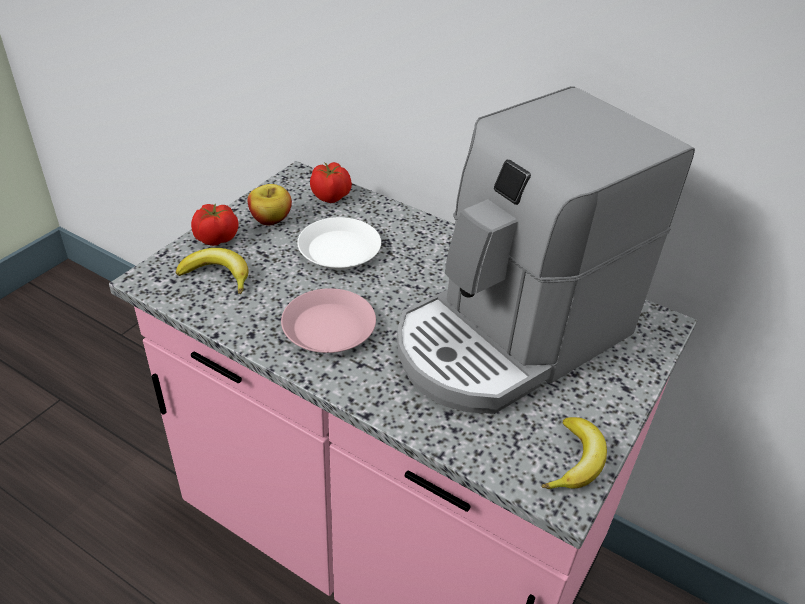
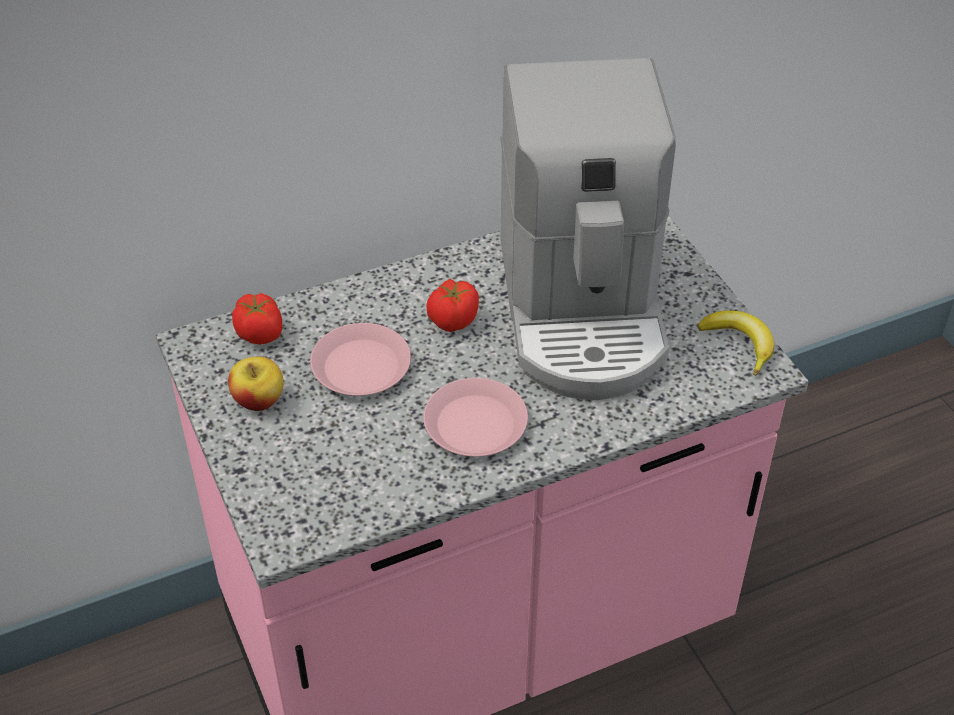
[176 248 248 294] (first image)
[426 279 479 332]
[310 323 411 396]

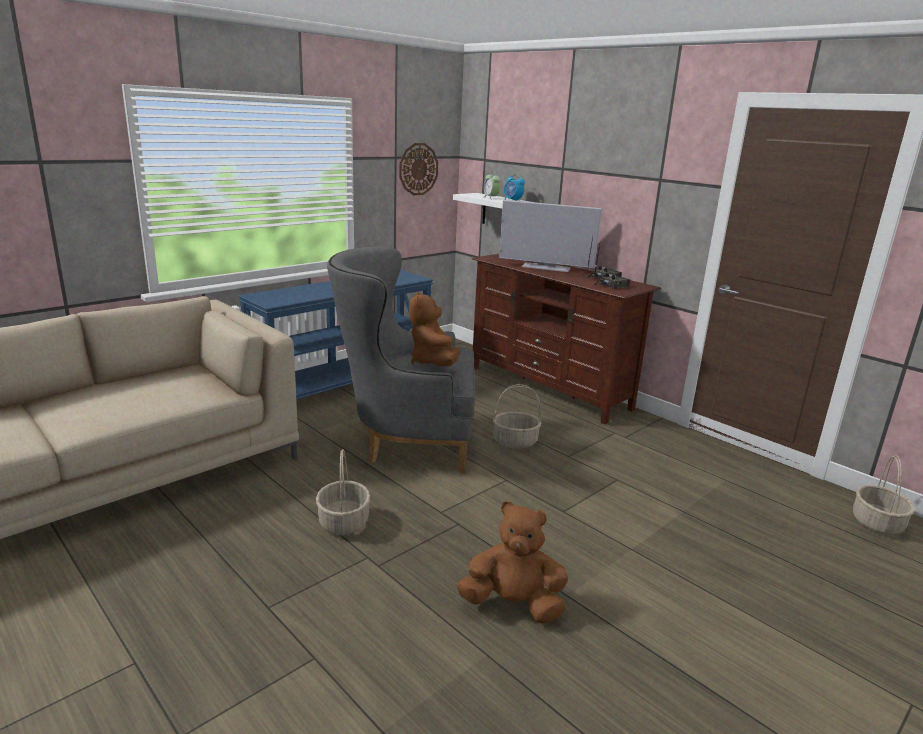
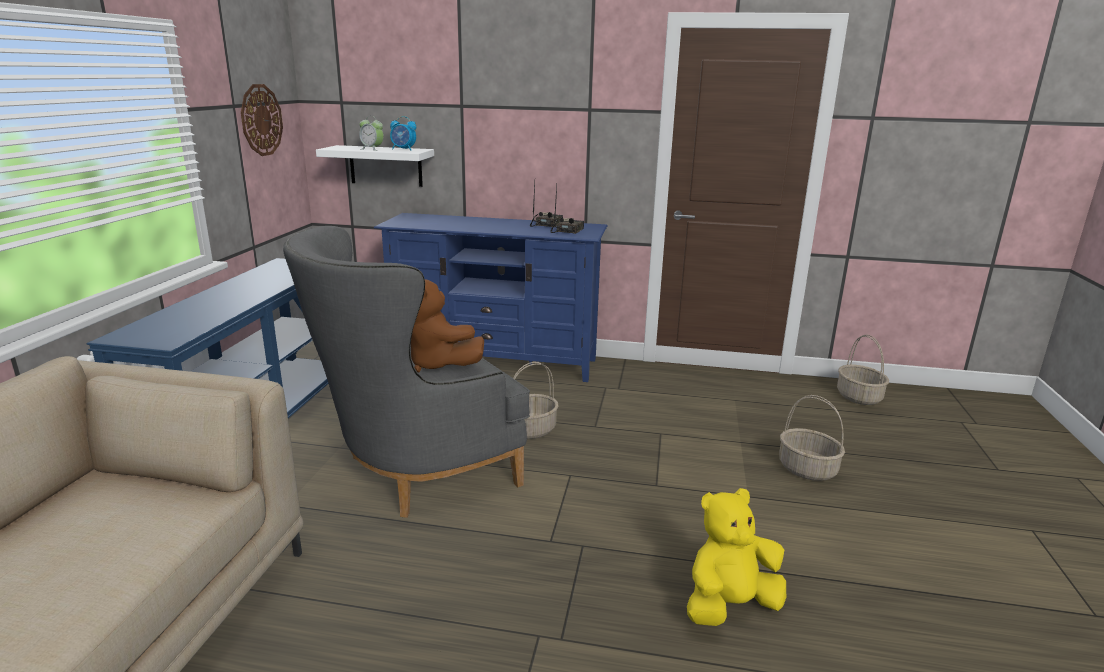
[779 395 845 481]
[687 488 786 626]
[374 213 608 382]
[499 200 602 272] (first image)

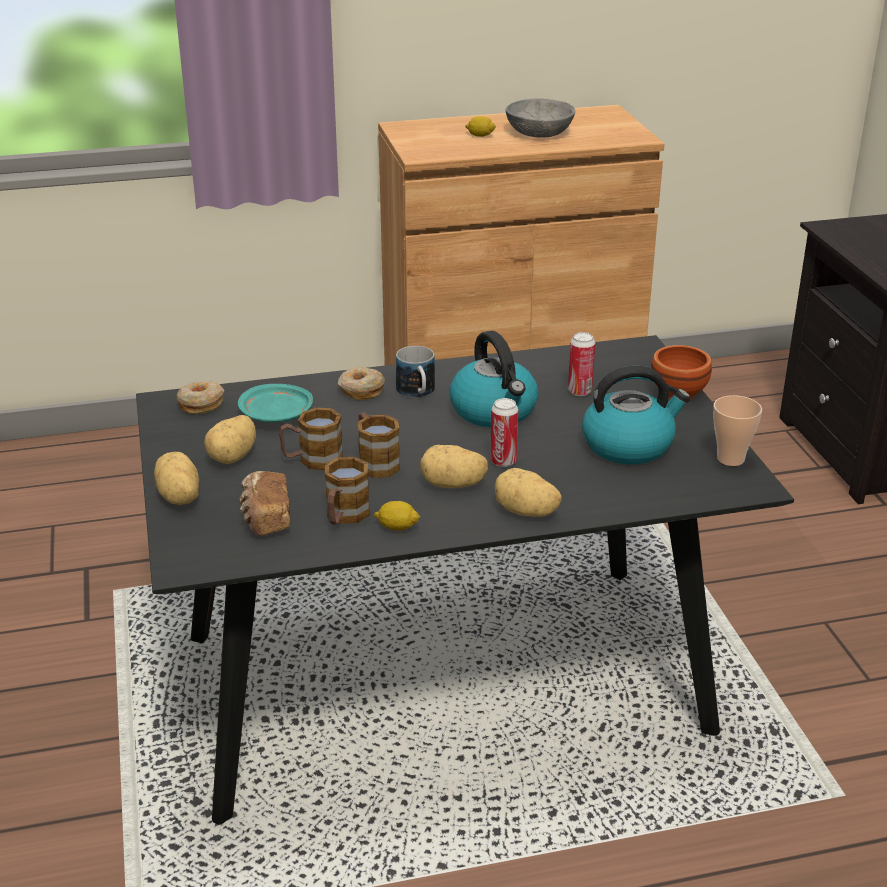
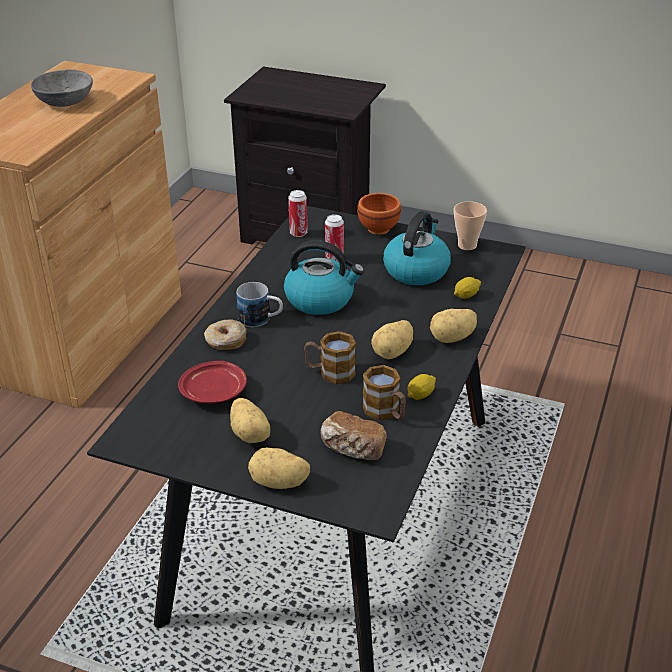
[176 381 224 415] (first image)
[178 361 247 404]
[279 407 343 470] (first image)
[454 277 481 299]
[288 190 308 237]

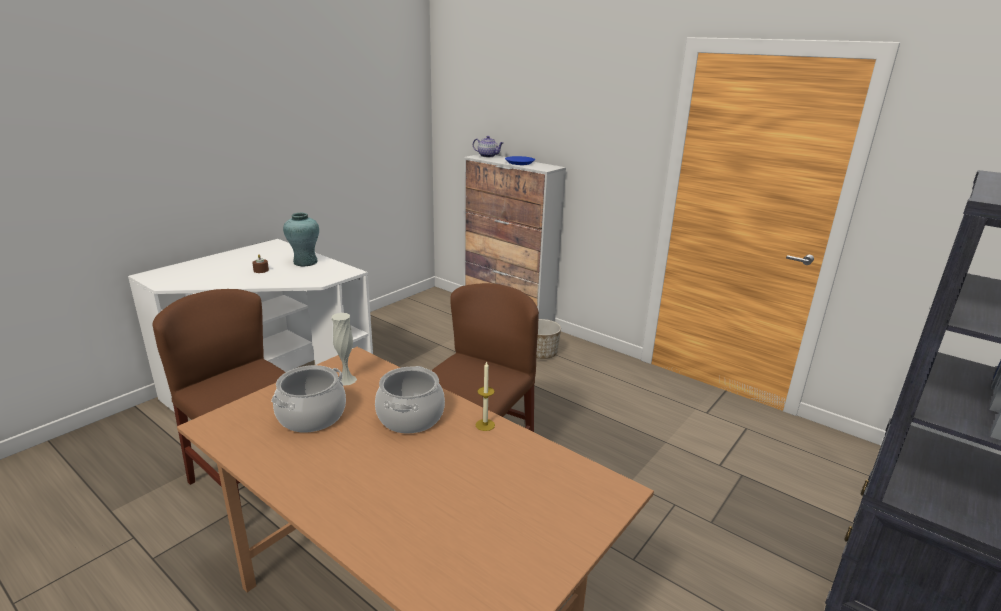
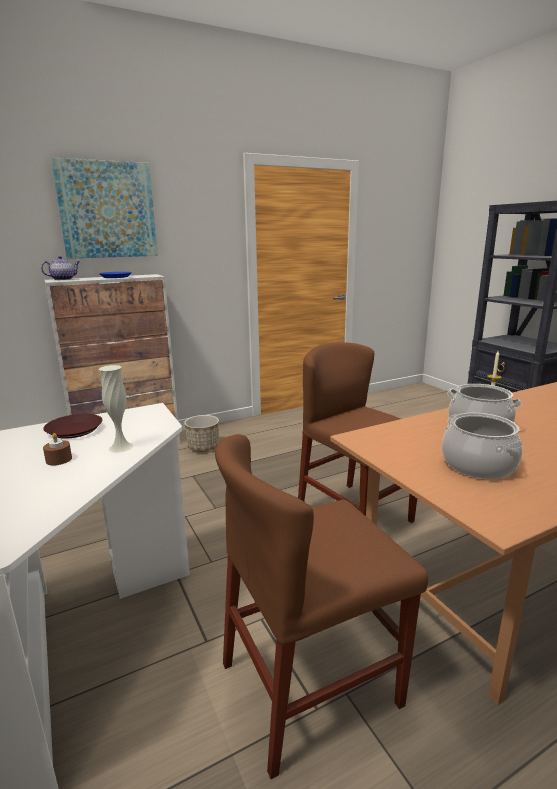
[43 414 102 439]
[99 365 133 453]
[51 157 158 259]

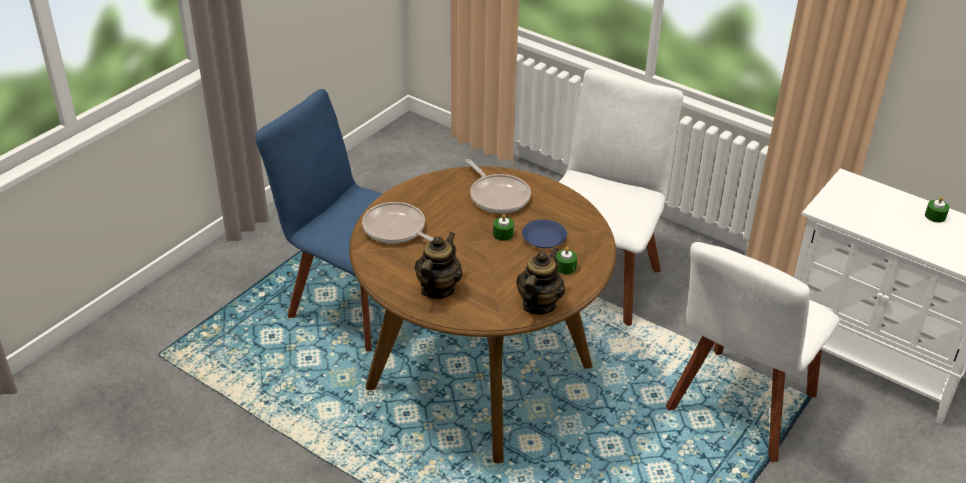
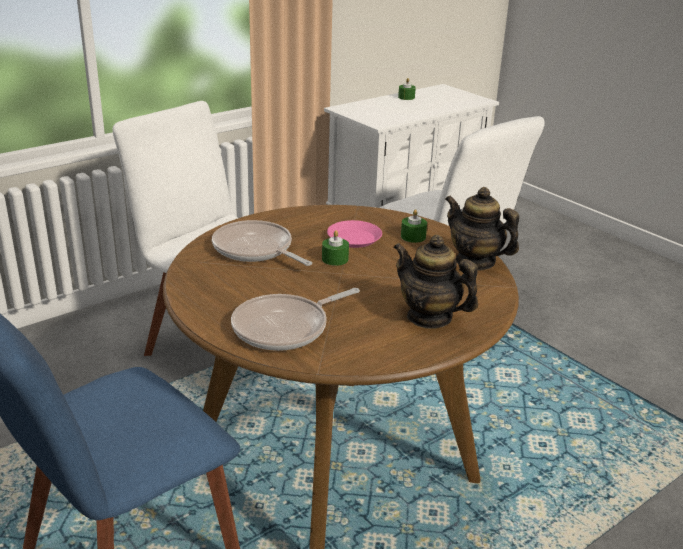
[212 220 312 266]
[327 220 382 248]

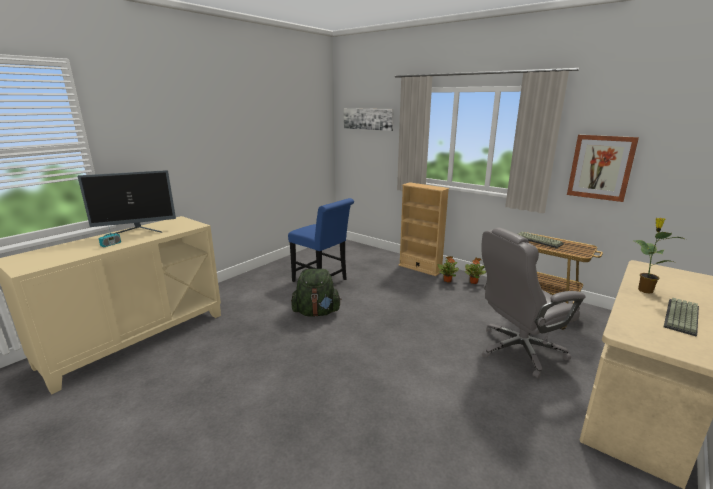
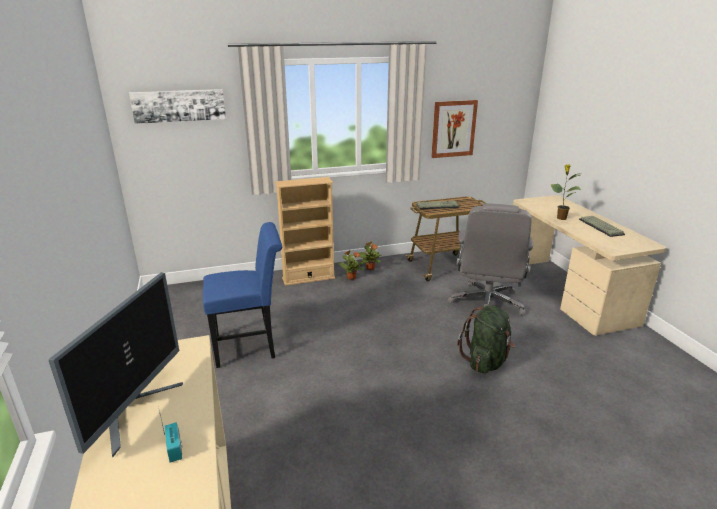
[457 305 515 373]

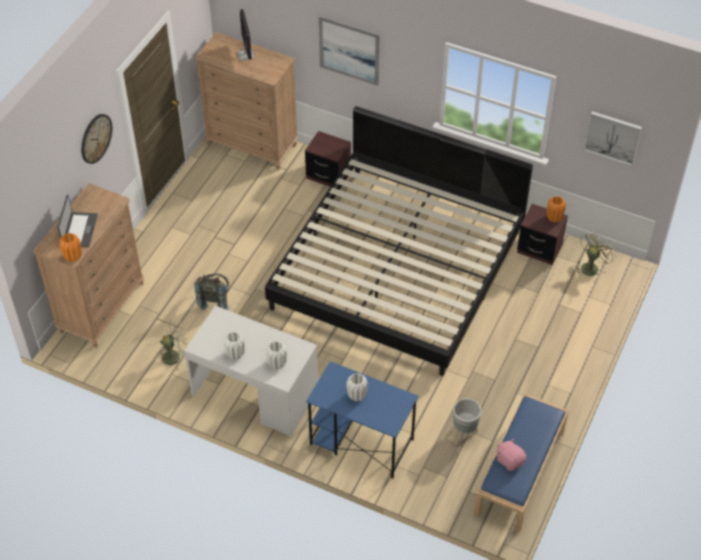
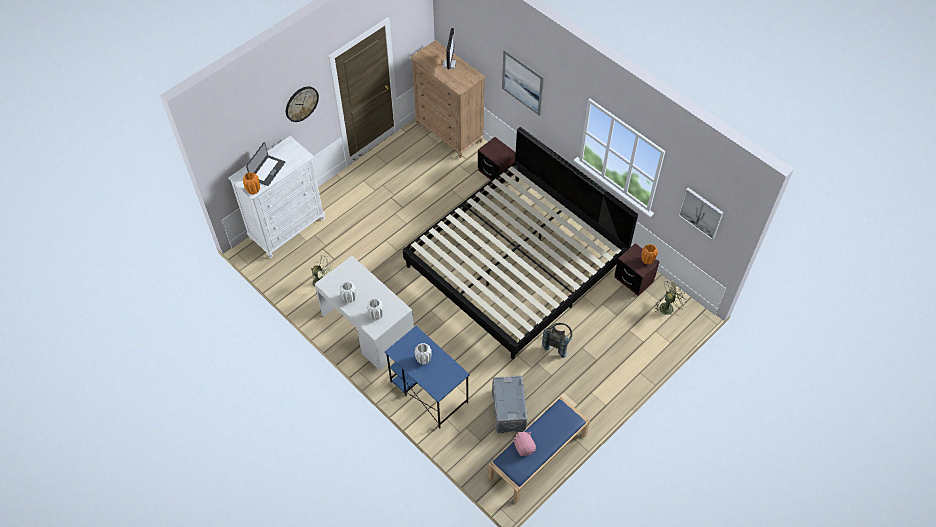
[228 136 325 258]
[542 323 573 358]
[492 375 528 433]

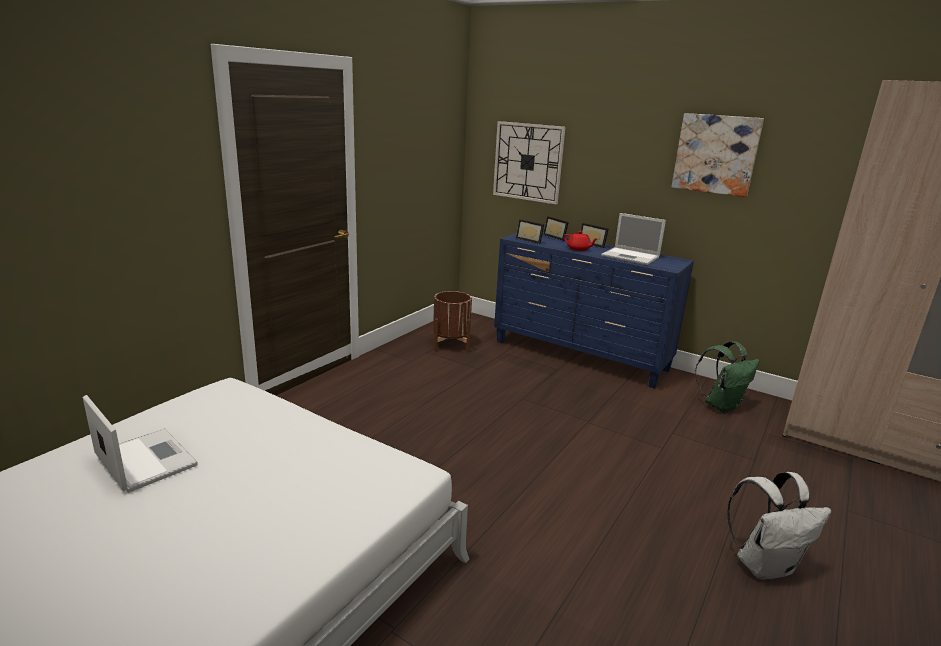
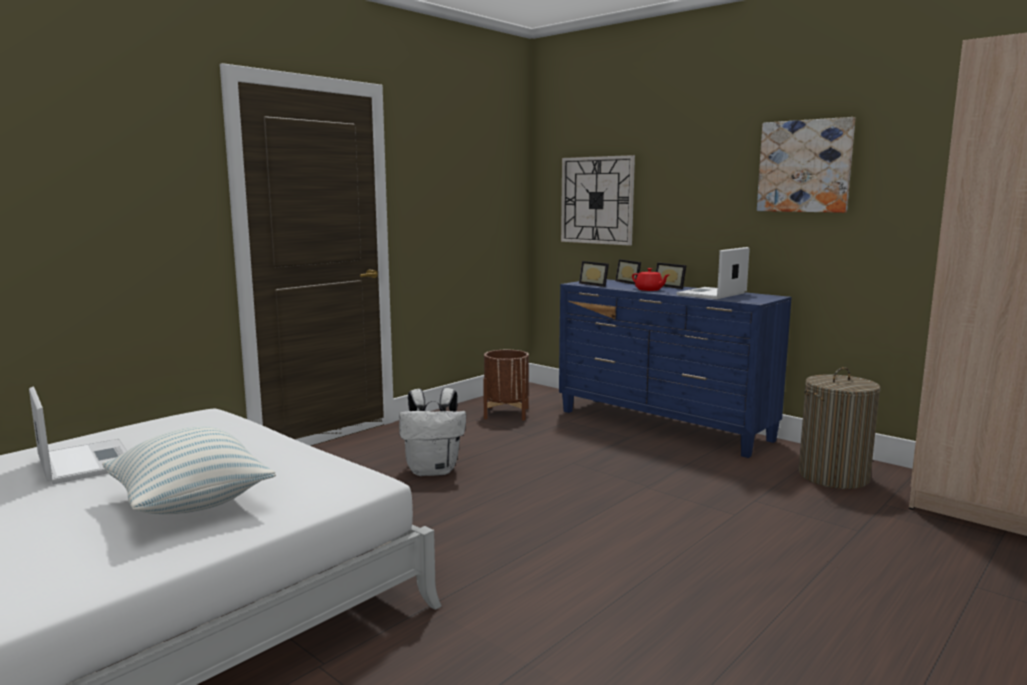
[676 247 750 299]
[798 367 881 489]
[399 388 466 476]
[102 427 276 514]

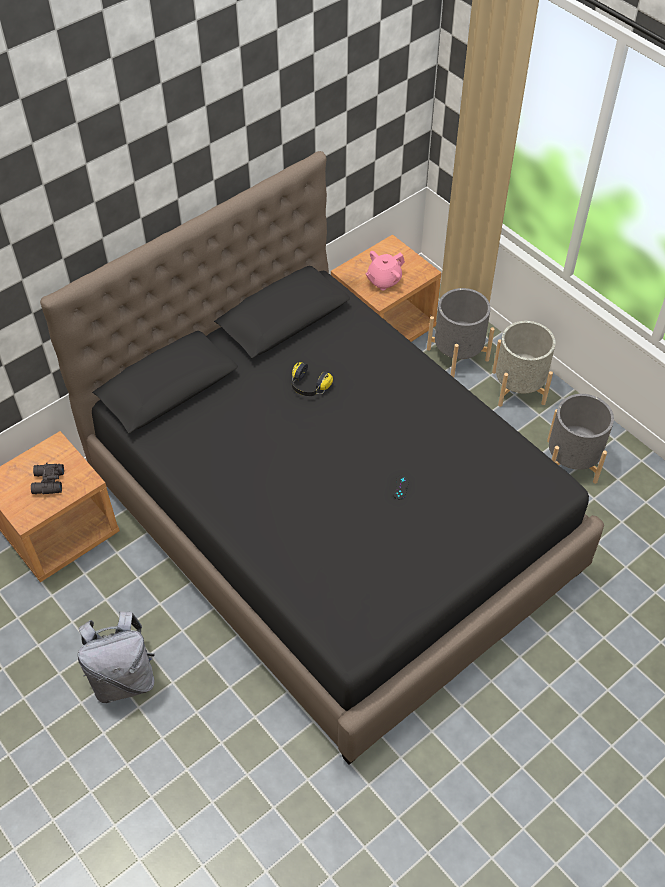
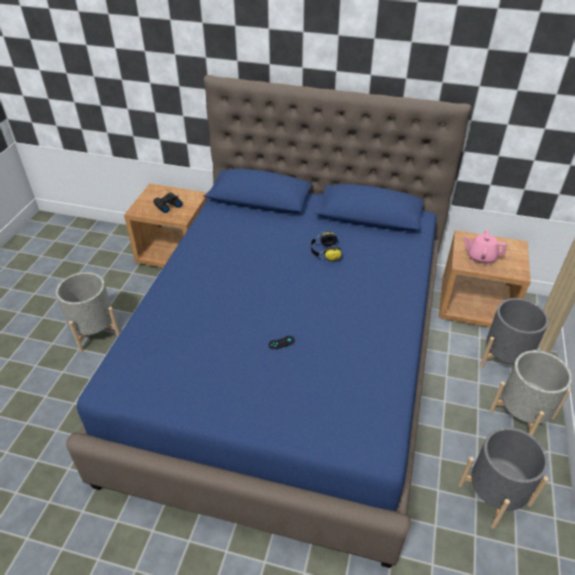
[66 75 472 568]
[56 272 120 352]

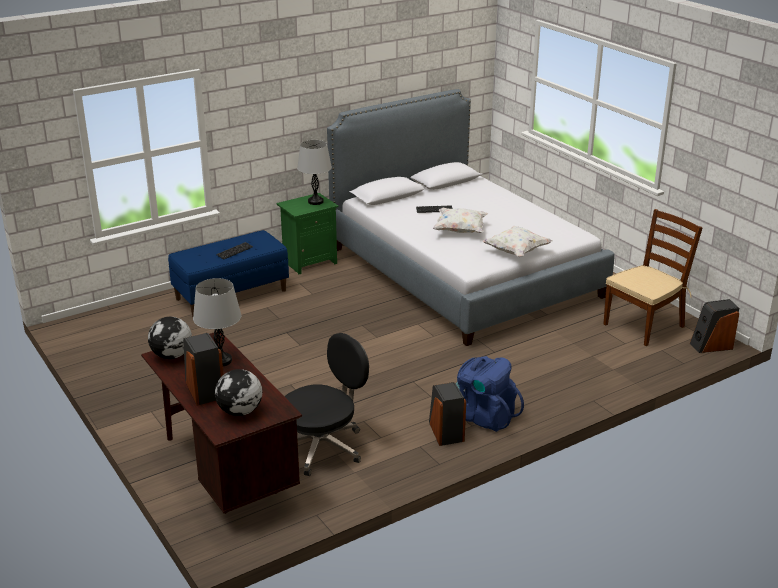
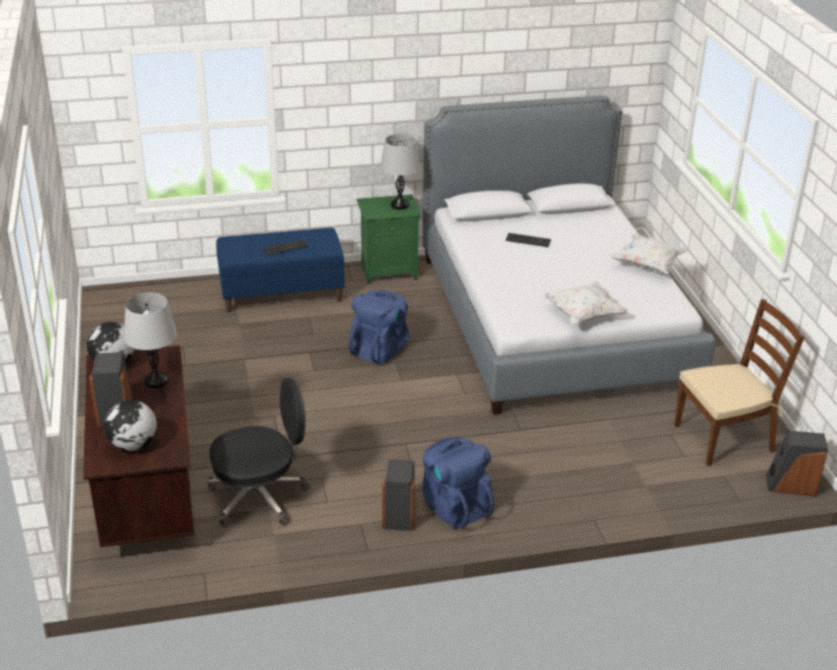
[611 234 688 274]
[349 290 409 365]

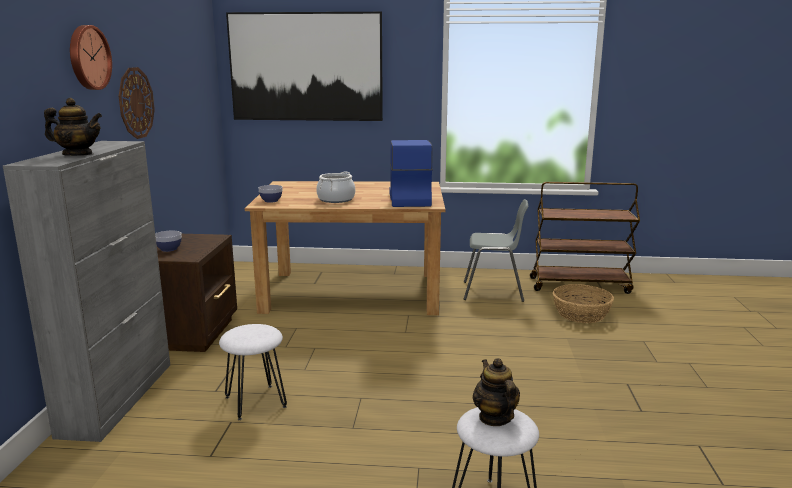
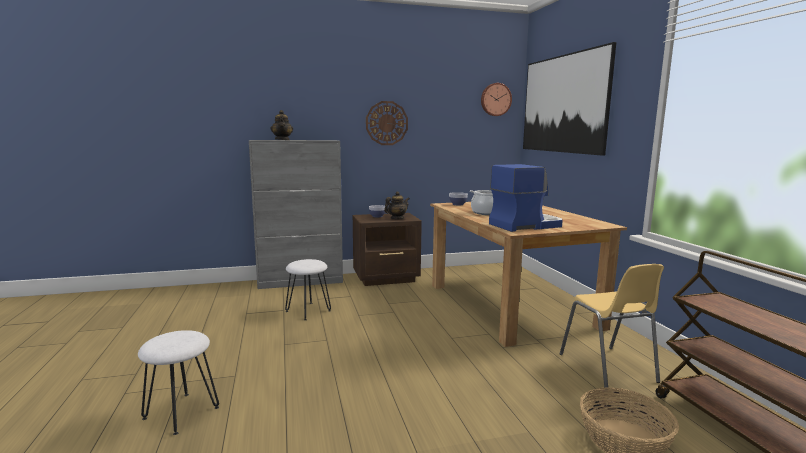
[481 83 512 116]
[560 264 664 390]
[384 191 410 219]

